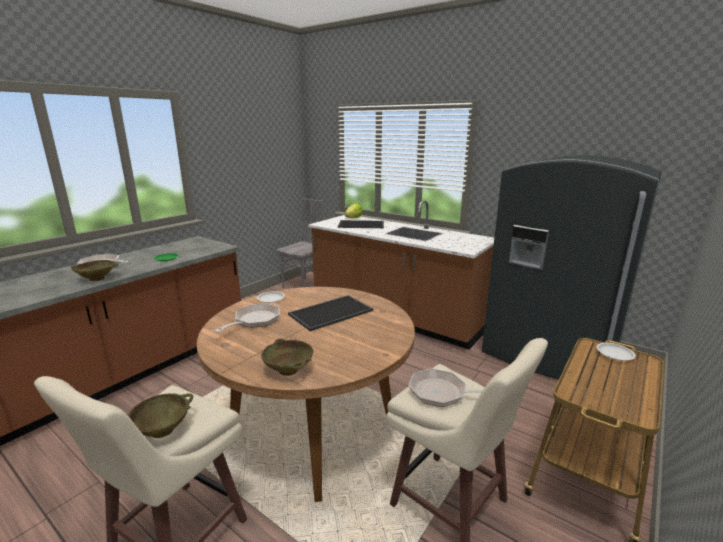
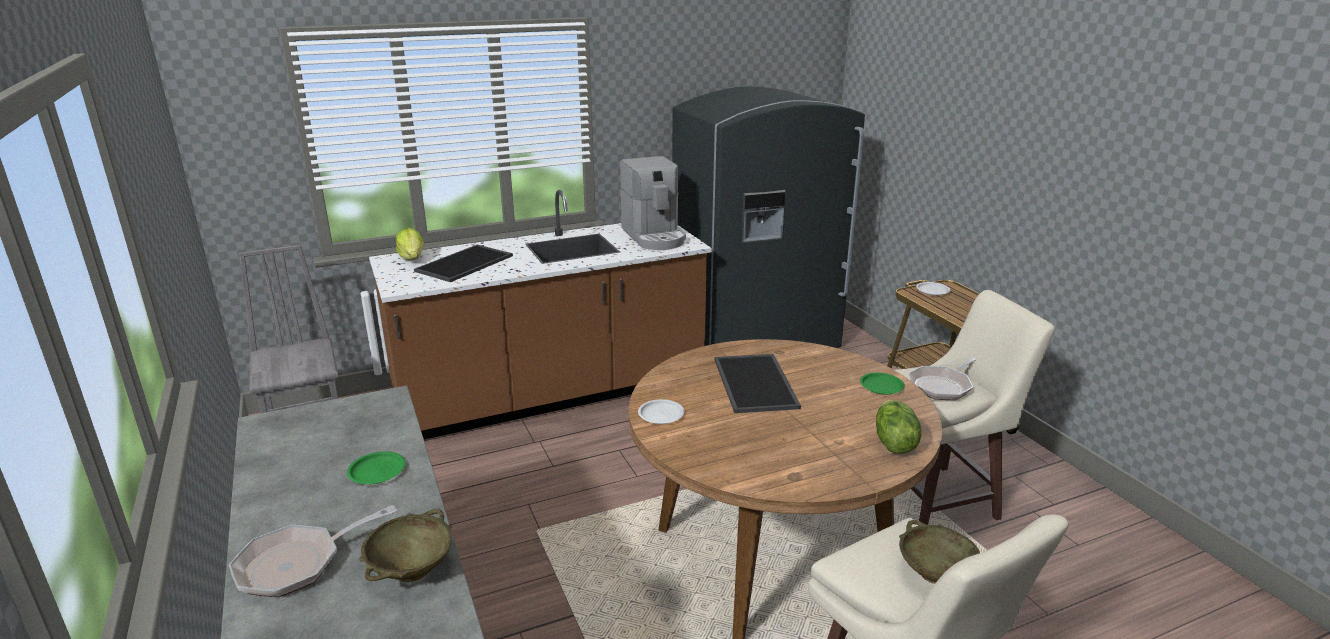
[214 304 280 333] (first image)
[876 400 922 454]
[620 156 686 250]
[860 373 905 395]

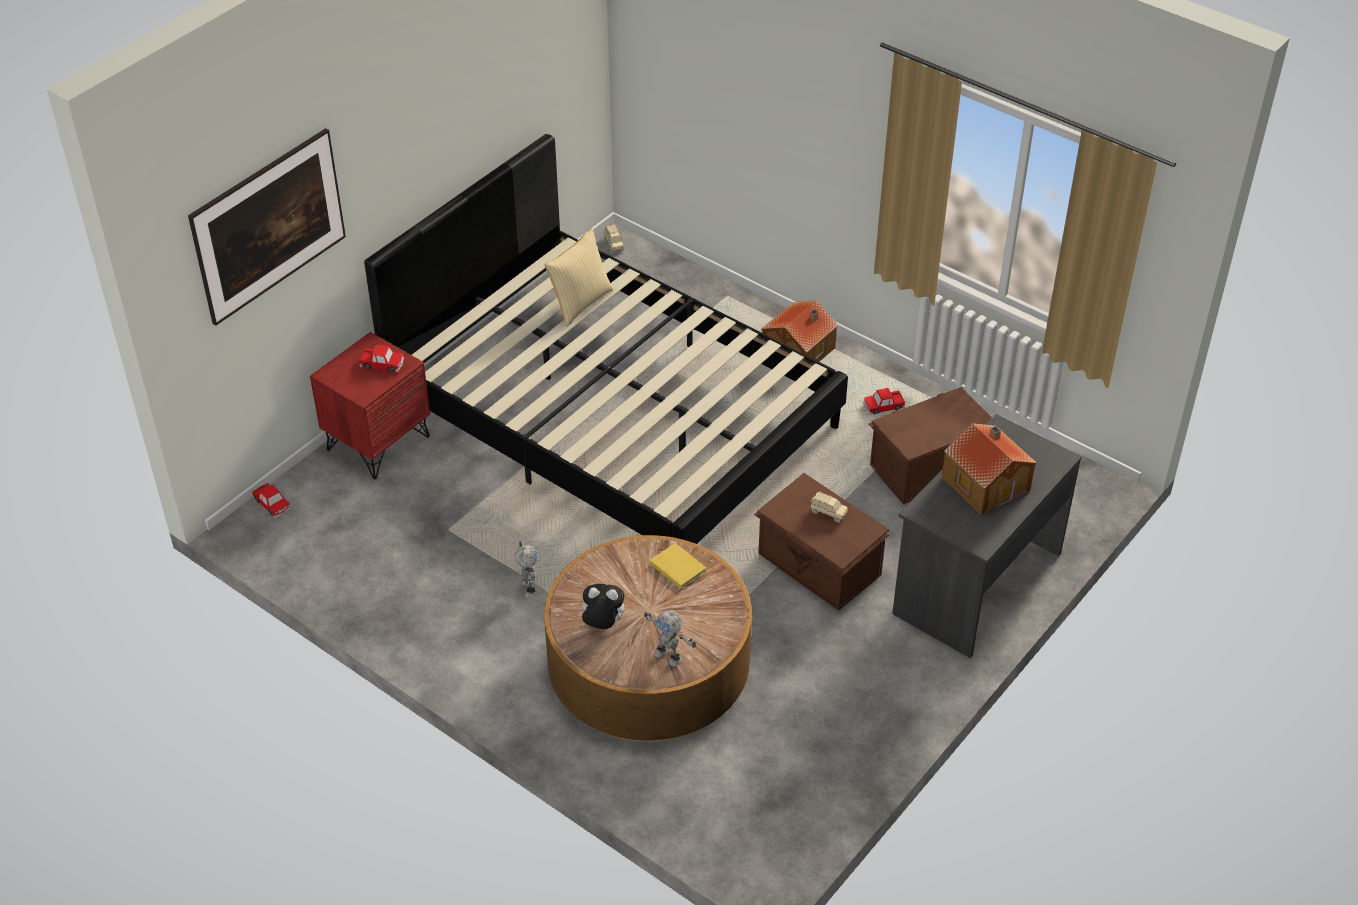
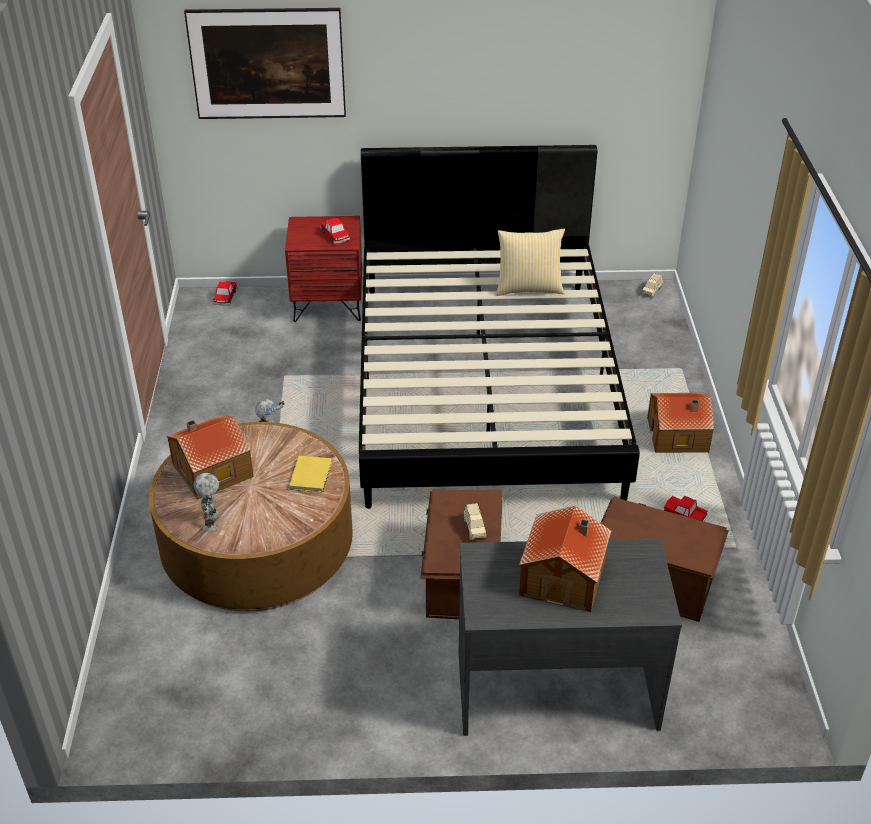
[167 415 253 500]

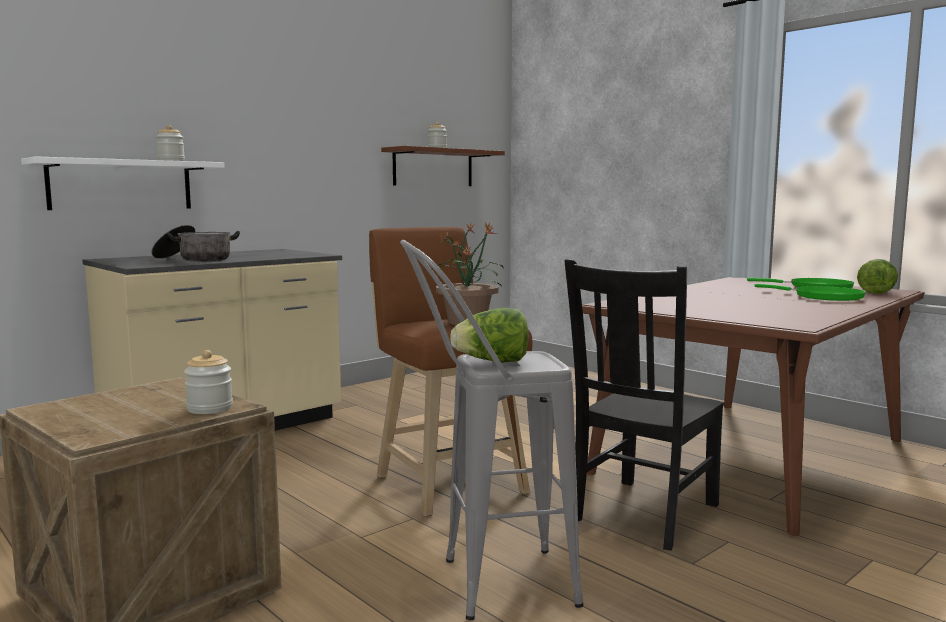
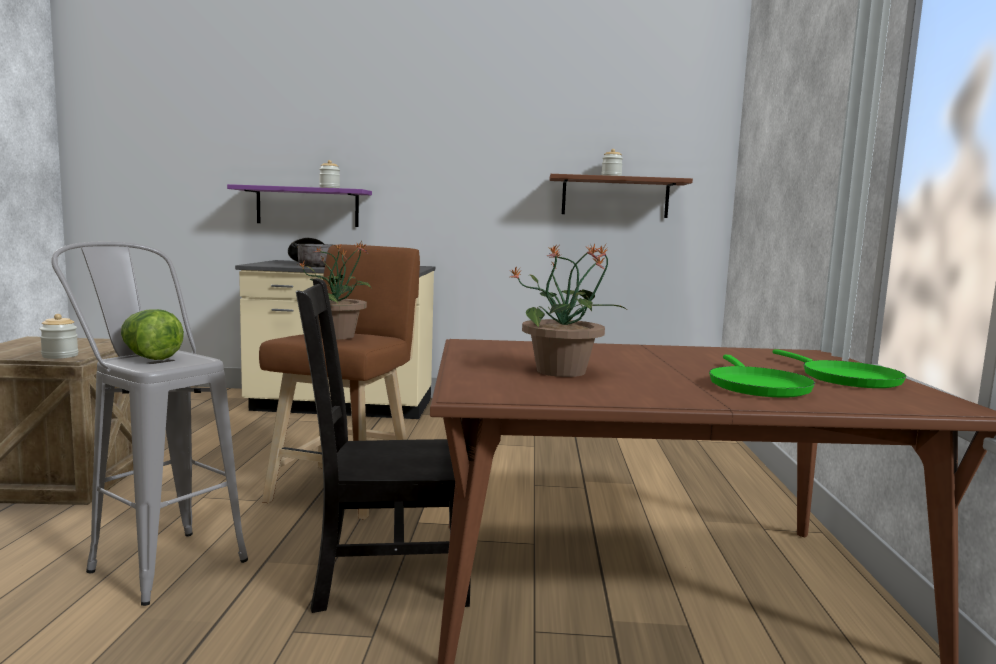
[227 184 372 227]
[857 259 898 294] (first image)
[510 243 626 377]

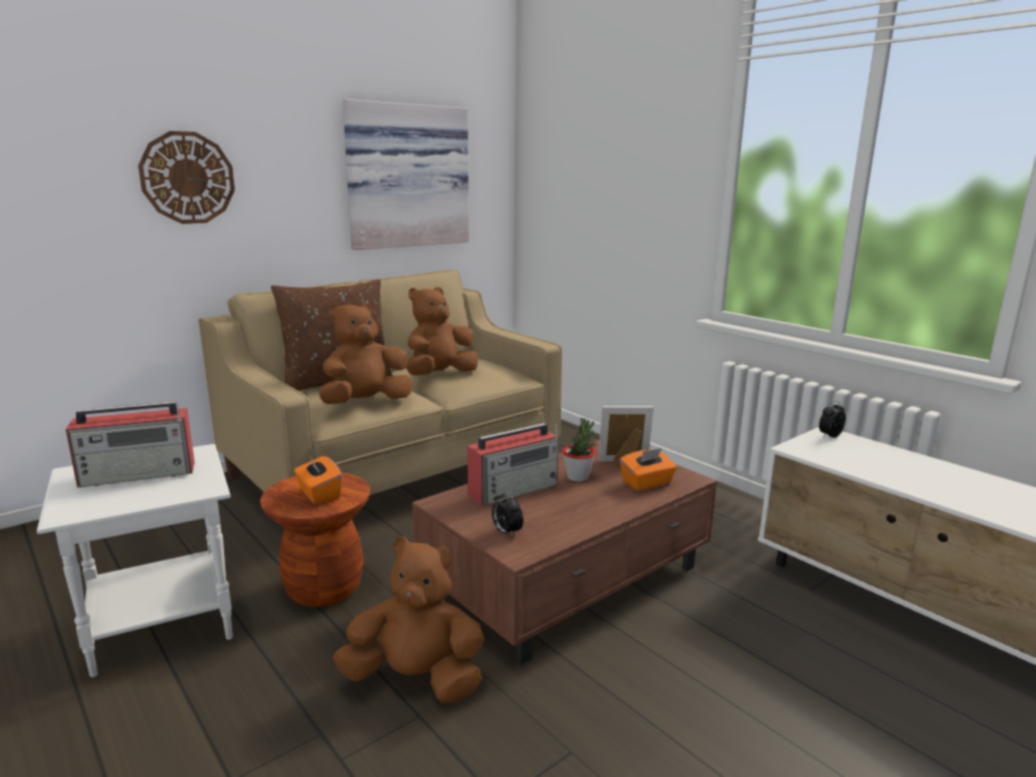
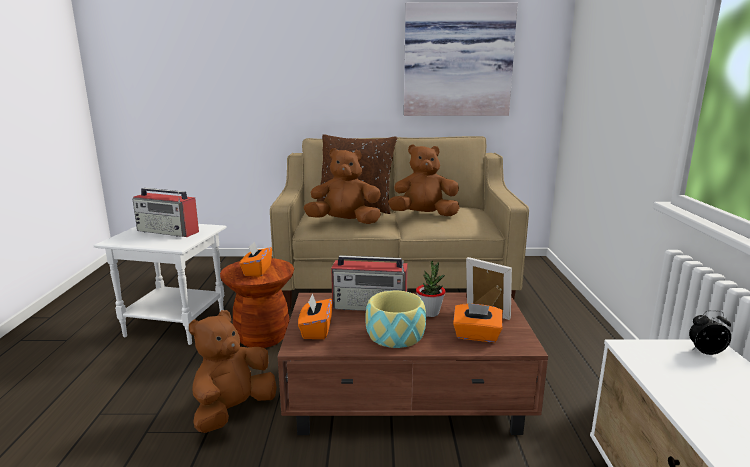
[138 131 235 224] (first image)
[189 310 277 433]
[298 293 333 339]
[366 290 426 348]

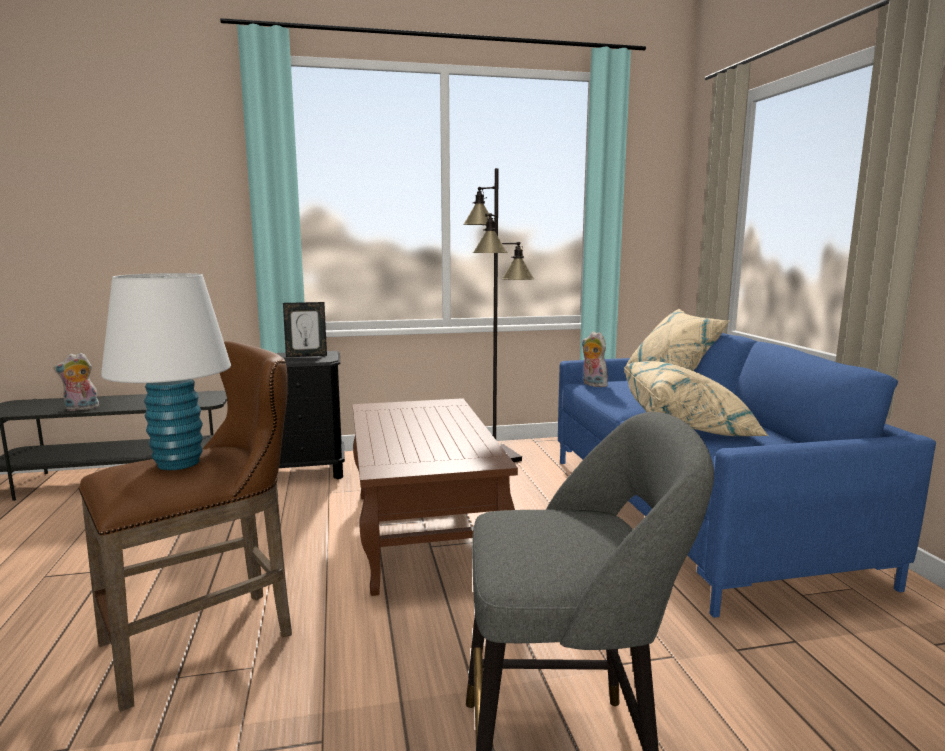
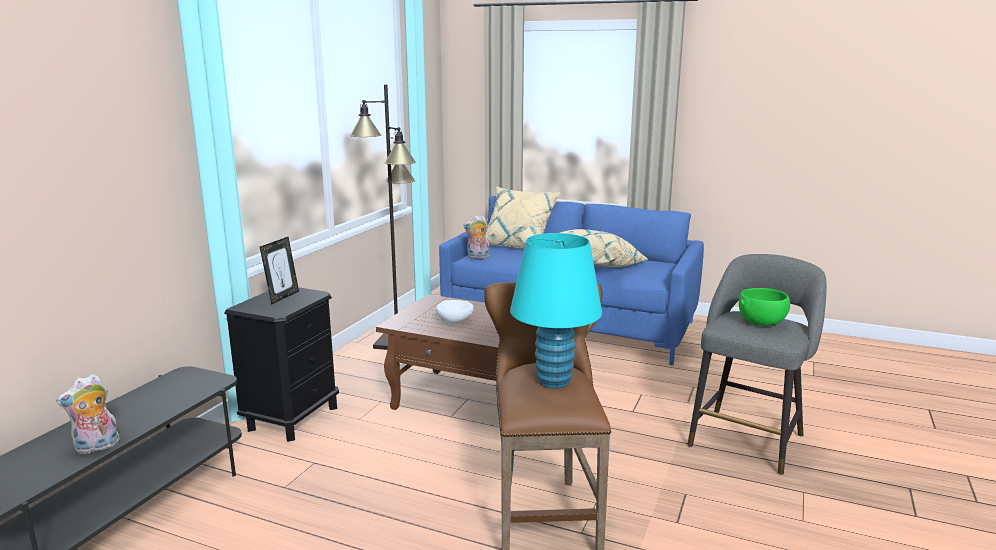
[56 374 120 454]
[510 233 602 389]
[436 300 473 323]
[739 288 790 326]

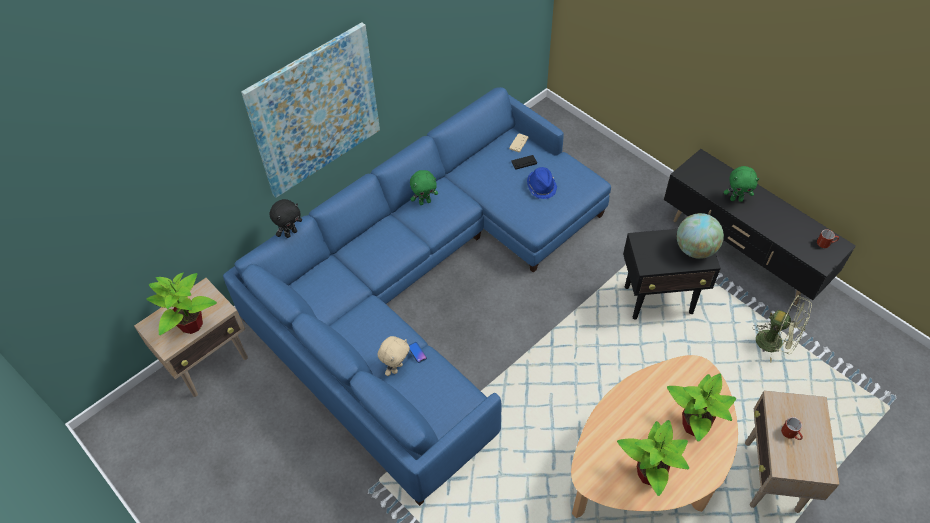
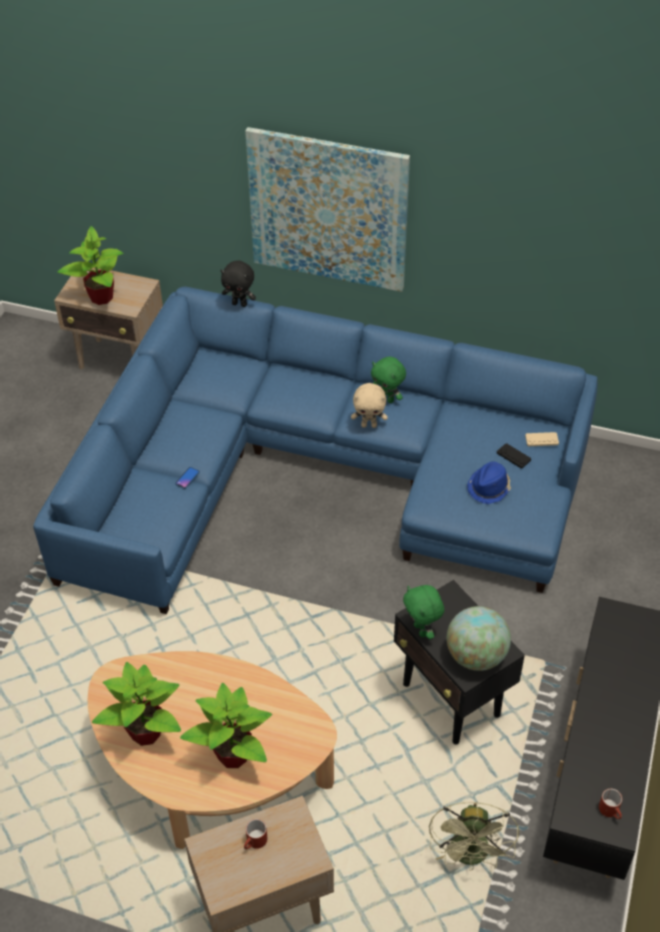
[351 383 388 428]
[403 585 444 639]

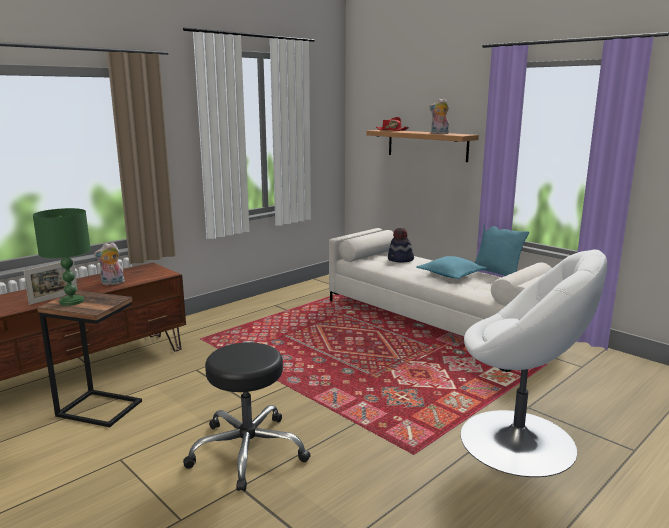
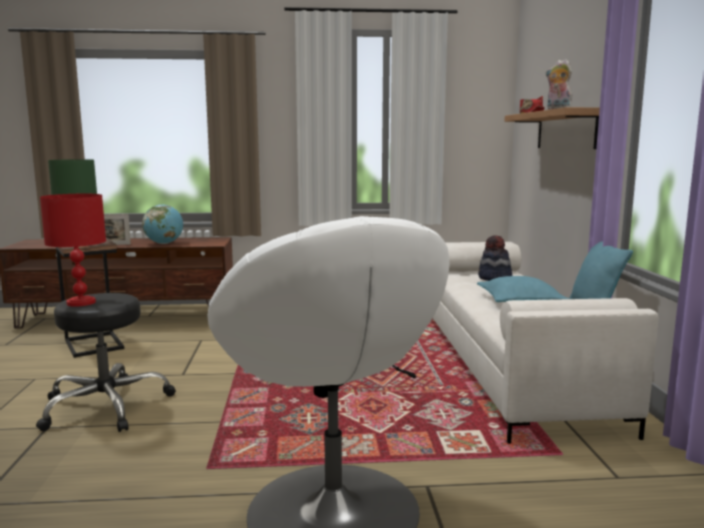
[142 204 183 244]
[40 194 106 307]

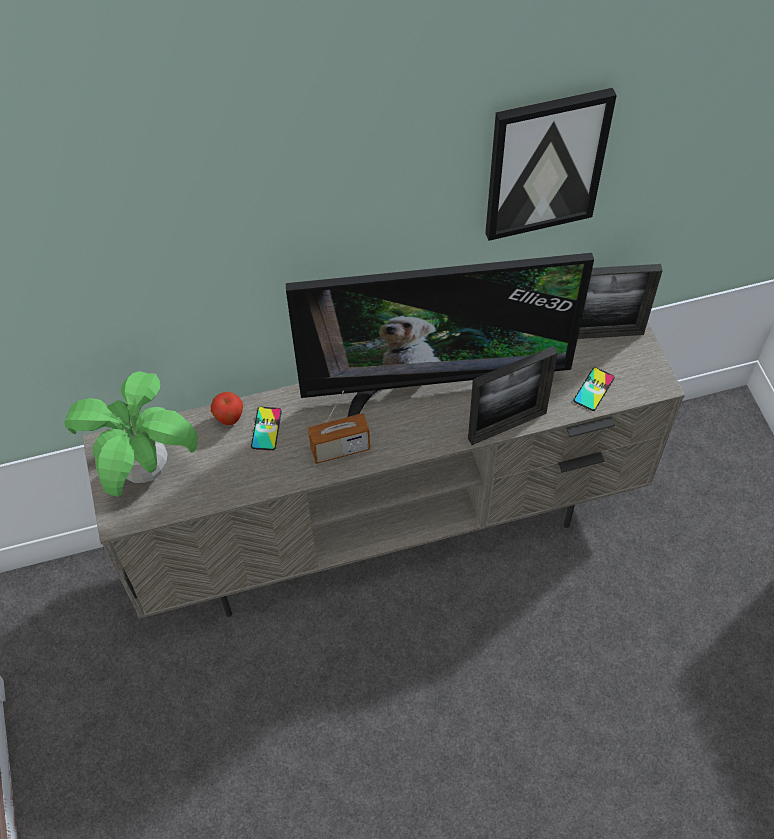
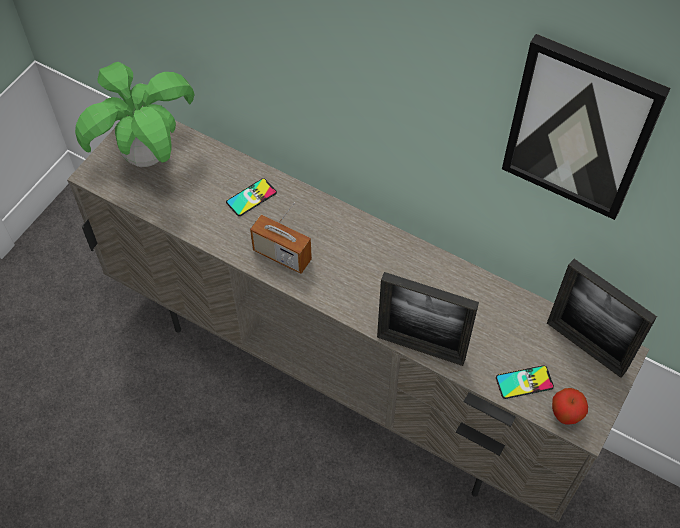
[552 388 588 425]
[286 253 594 417] (first image)

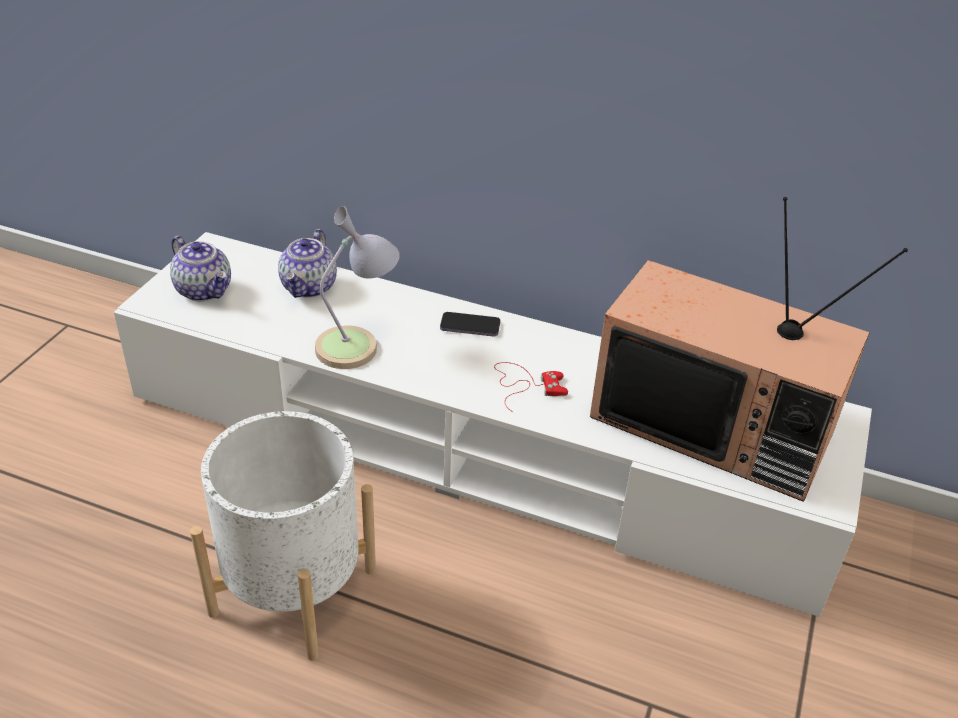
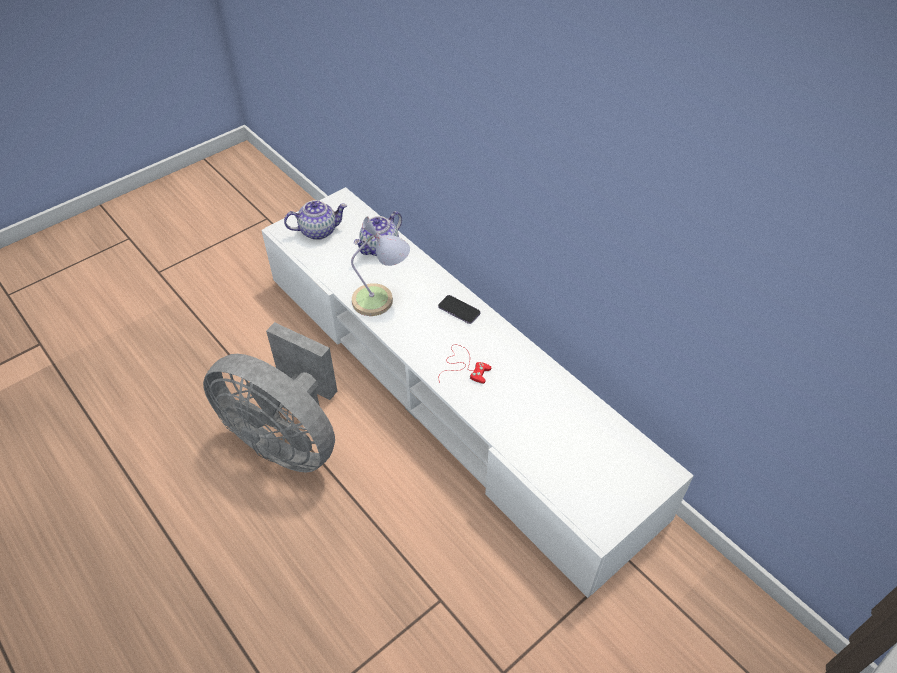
[284 200 347 240]
[203 322 337 472]
[590 197 908 502] (first image)

